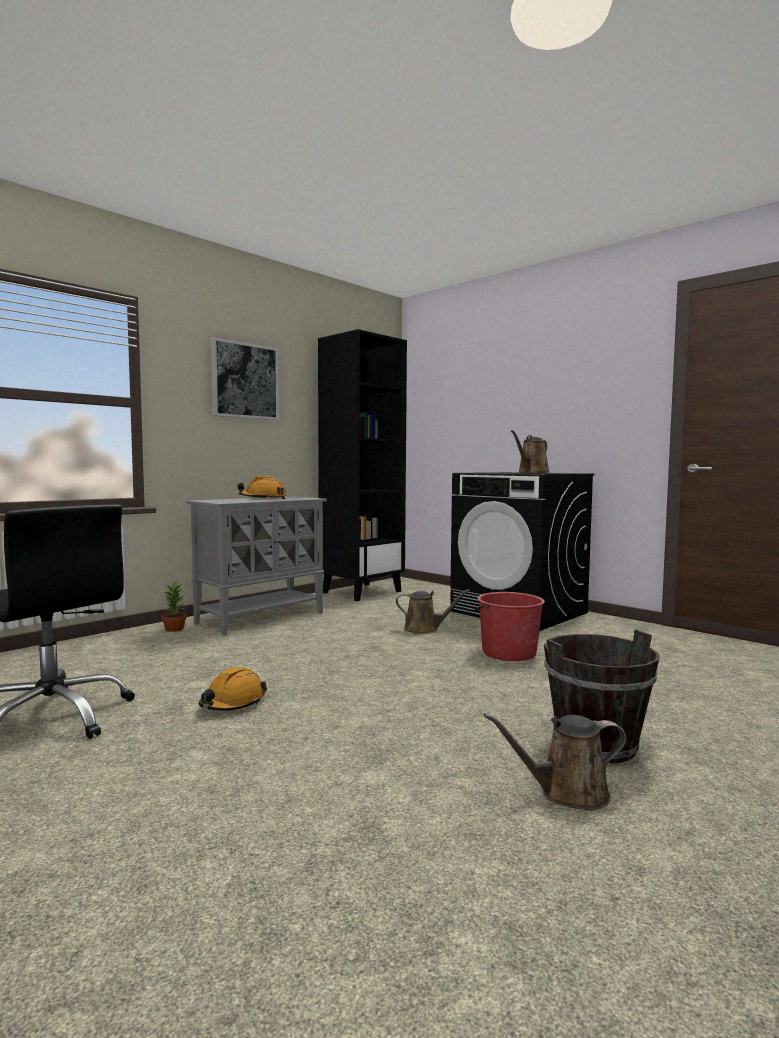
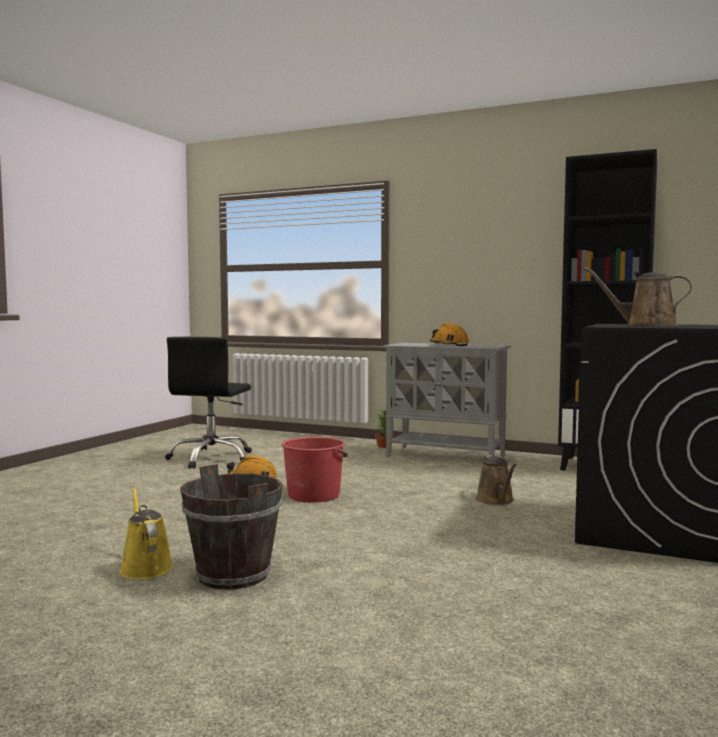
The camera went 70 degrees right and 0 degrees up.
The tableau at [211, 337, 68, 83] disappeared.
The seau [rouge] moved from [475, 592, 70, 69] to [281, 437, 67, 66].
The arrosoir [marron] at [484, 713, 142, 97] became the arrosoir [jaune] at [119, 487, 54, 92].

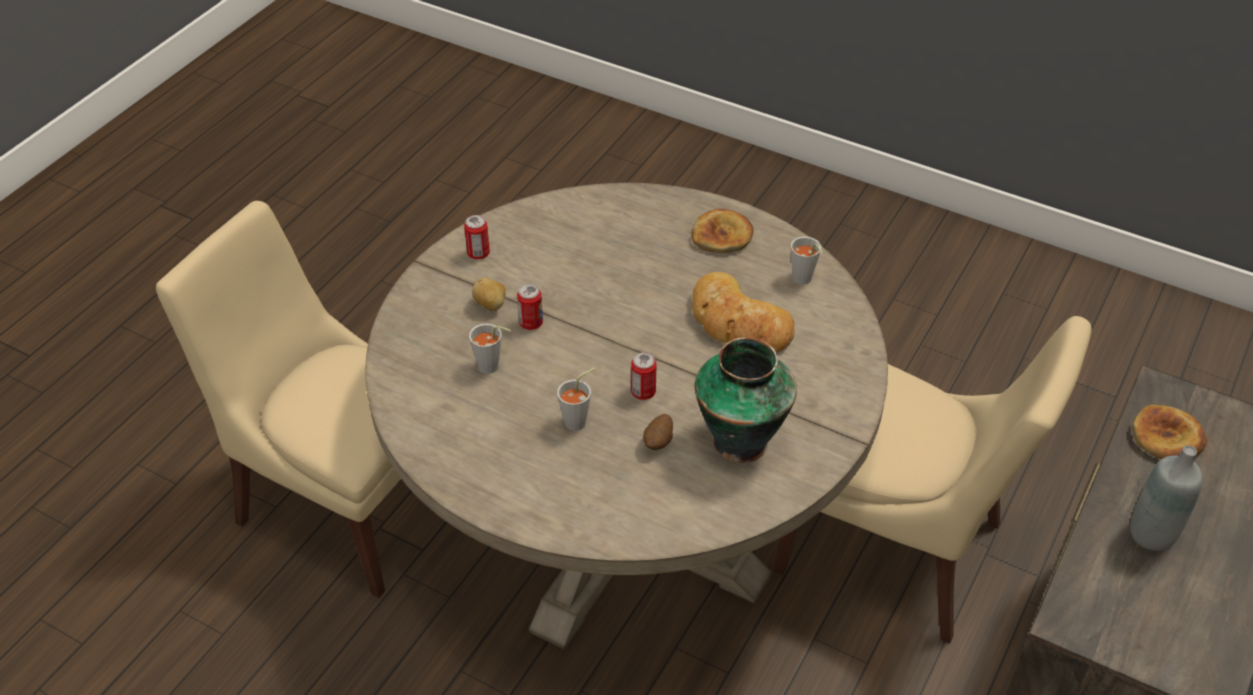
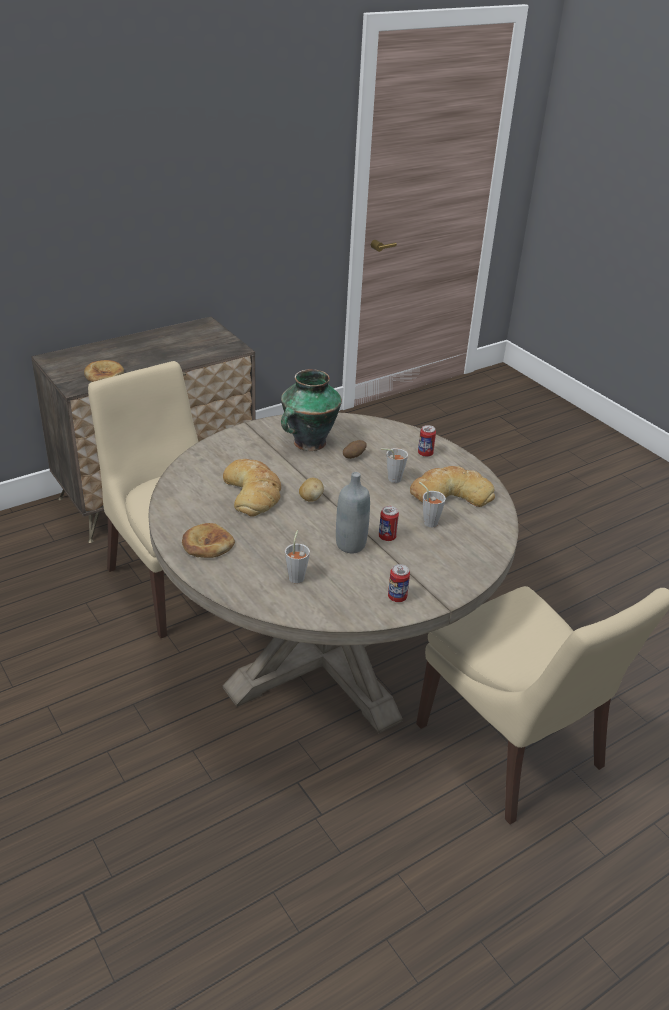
The camera went 155 degrees left and 10 degrees down.
The pomme de terre moved from [472, 278, 34, 33] to [299, 478, 25, 24].
The boîte métallique moved from [631, 352, 26, 48] to [418, 425, 18, 32].
The tasse [gris] moved from [791, 236, 32, 49] to [285, 530, 25, 54].
The bouteille [gris] moved from [1131, 445, 72, 106] to [336, 472, 34, 82].
The pain at [410, 466, 85, 41] appeared.

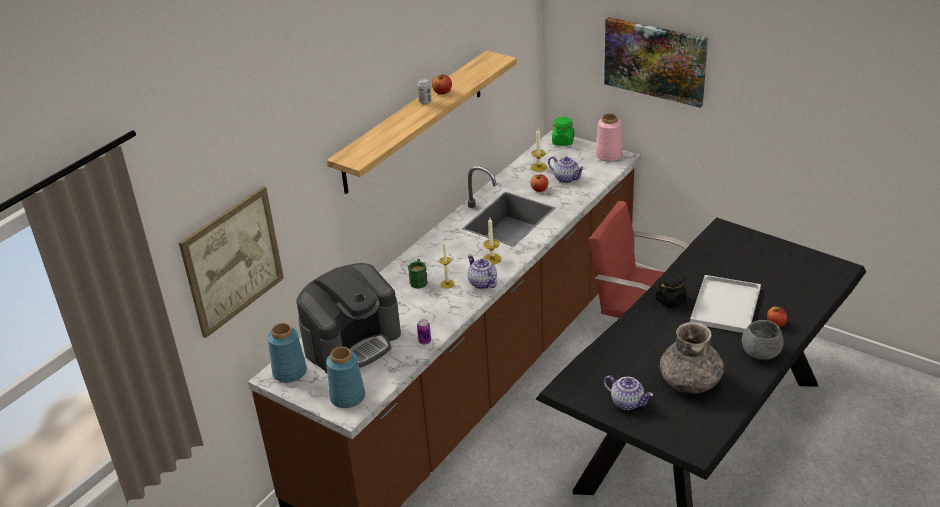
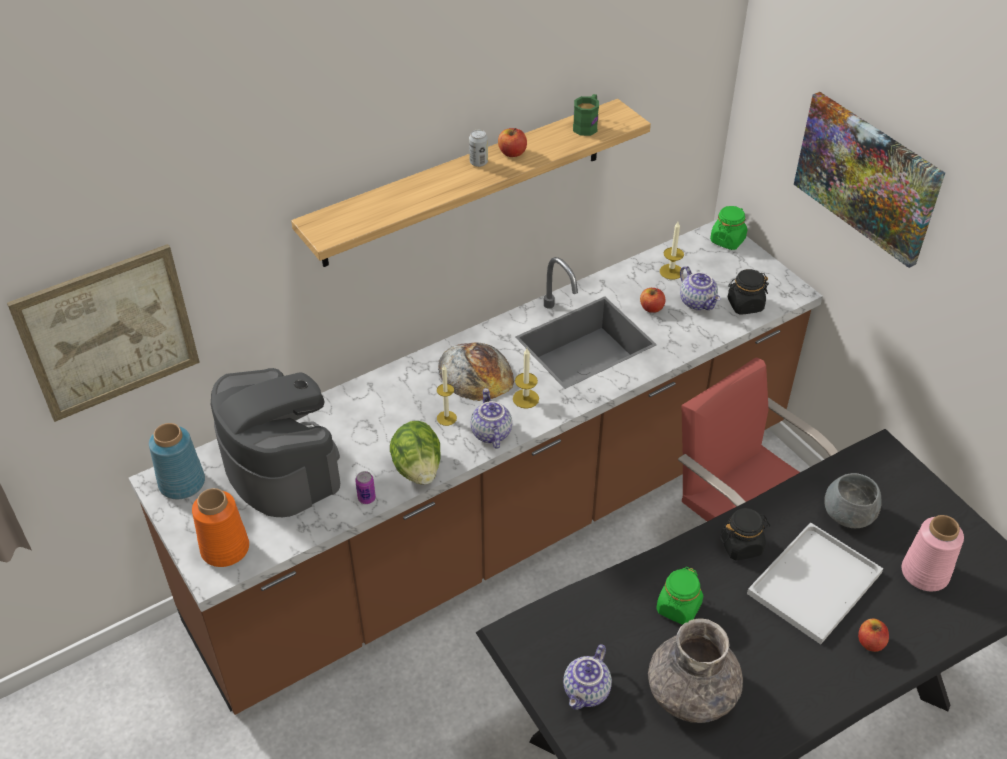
The camera went 20 degrees right and 10 degrees up.
The machine à café at [297, 263, 104, 110] turned 105 degrees counterclockwise.
The vase [bleu] at [326, 347, 39, 61] became the vase [orange] at [192, 488, 57, 79].
The mug [vert] moved from [408, 259, 20, 30] to [573, 94, 26, 42].
The vase [rose] moved from [596, 113, 27, 49] to [902, 515, 62, 76].
The théière at [603, 376, 50, 34] turned 60 degrees clockwise.
The bol [gris] moved from [742, 320, 42, 40] to [824, 473, 58, 55].
The laitue at [390, 421, 51, 64] appeared.
The pain at [438, 342, 76, 59] appeared.
The bocal [vert] at [656, 567, 47, 58] appeared.
The bocal [noir] at [727, 269, 42, 46] appeared.

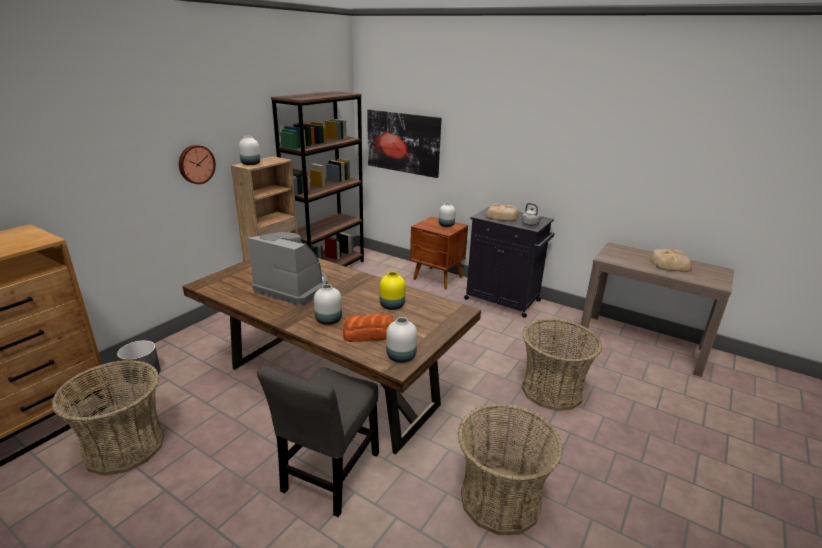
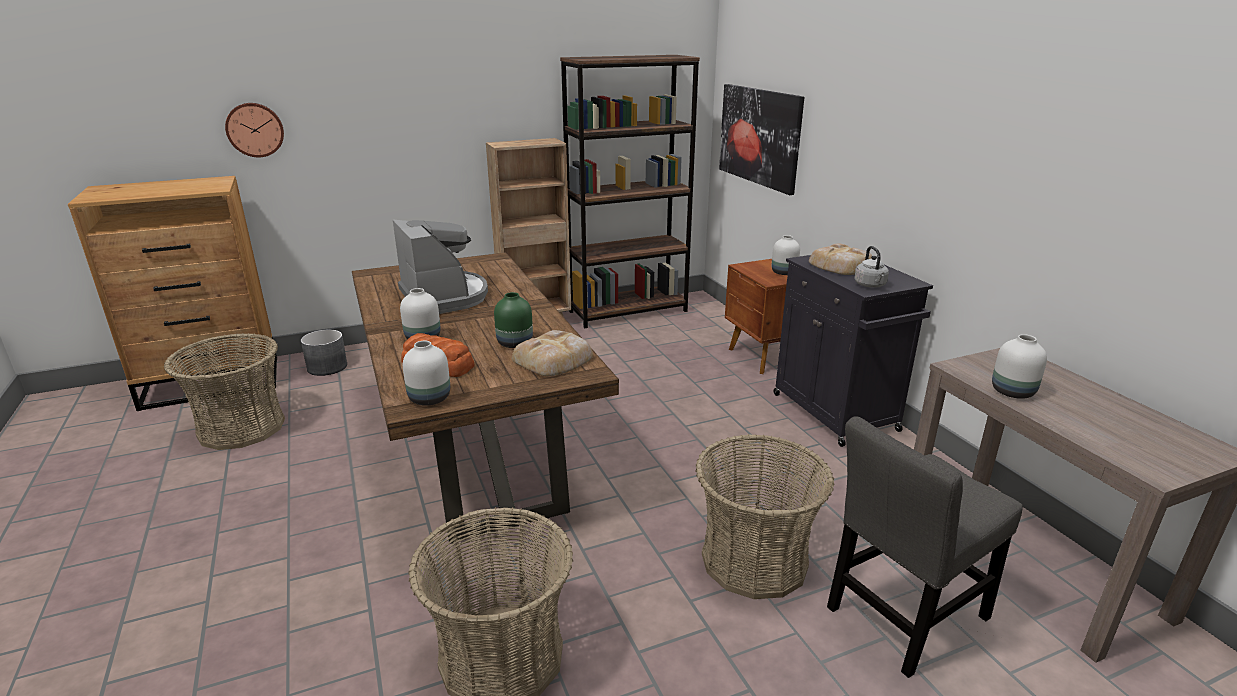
The camera went 35 degrees right and 0 degrees up.
The horloge murale moved from [179, 145, 37, 39] to [225, 103, 59, 54].
The vase [blanc] moved from [239, 136, 21, 29] to [992, 334, 55, 65].
The chaise [gris] moved from [257, 366, 122, 151] to [827, 416, 196, 262].
The vase [jaune] at [380, 272, 25, 38] became the vase [vert] at [494, 292, 39, 56].
The pain moved from [650, 249, 42, 23] to [512, 330, 81, 46].

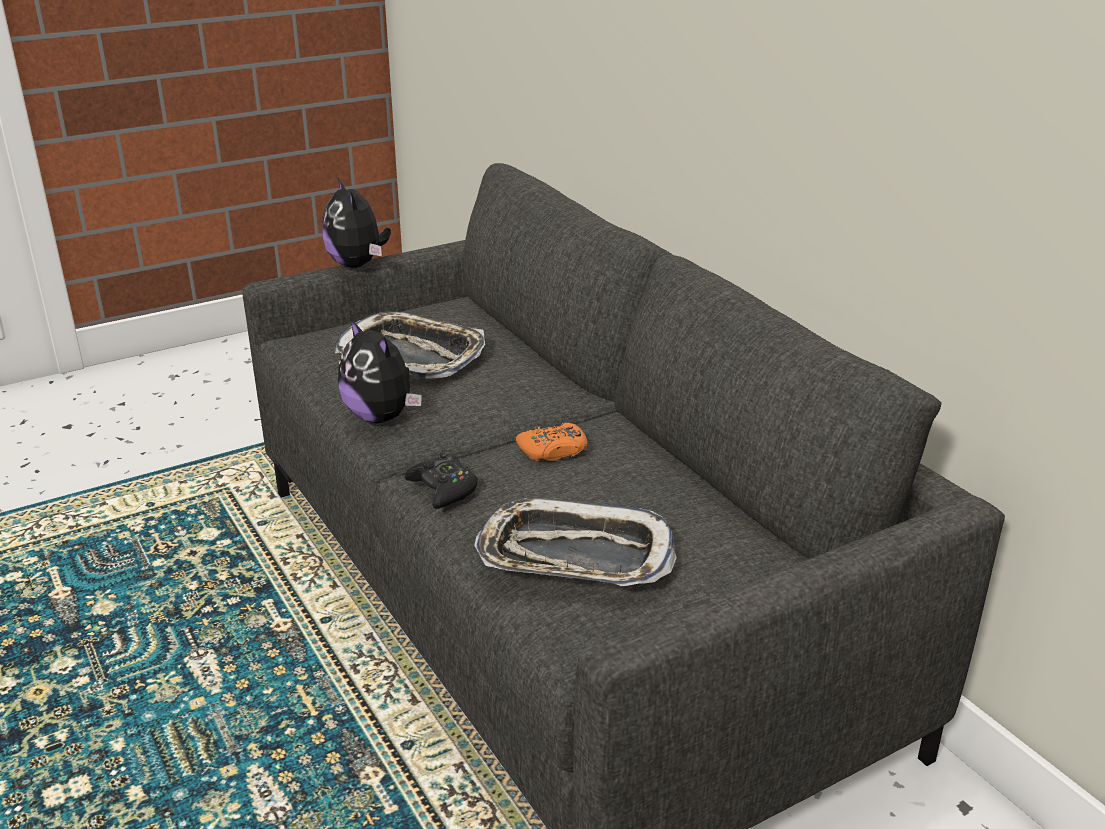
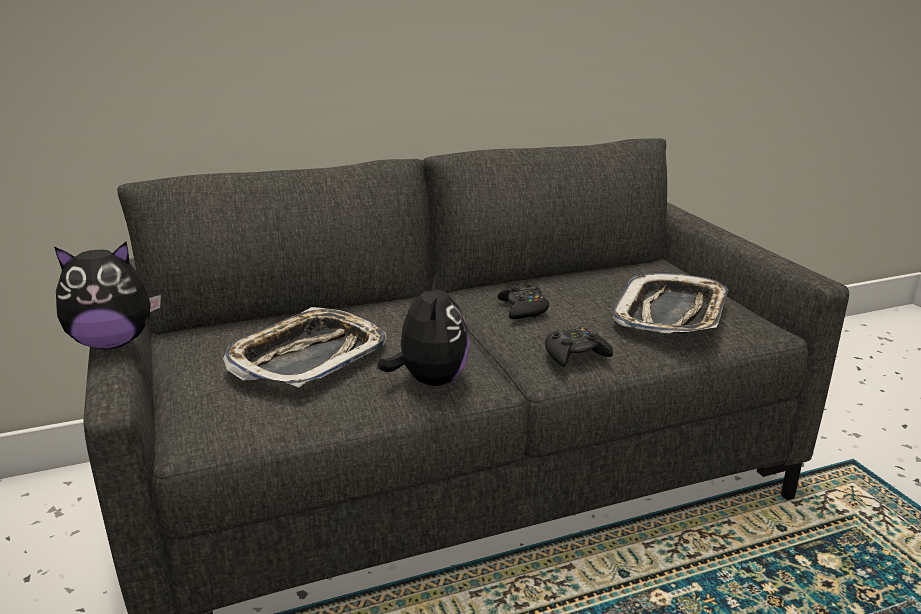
The camera went 80 degrees left and 5 degrees down.
The peluche at [338, 318, 84, 105] turned 60 degrees counterclockwise.
The manette [orange] at [516, 423, 72, 38] became the manette [noir] at [497, 282, 52, 37].

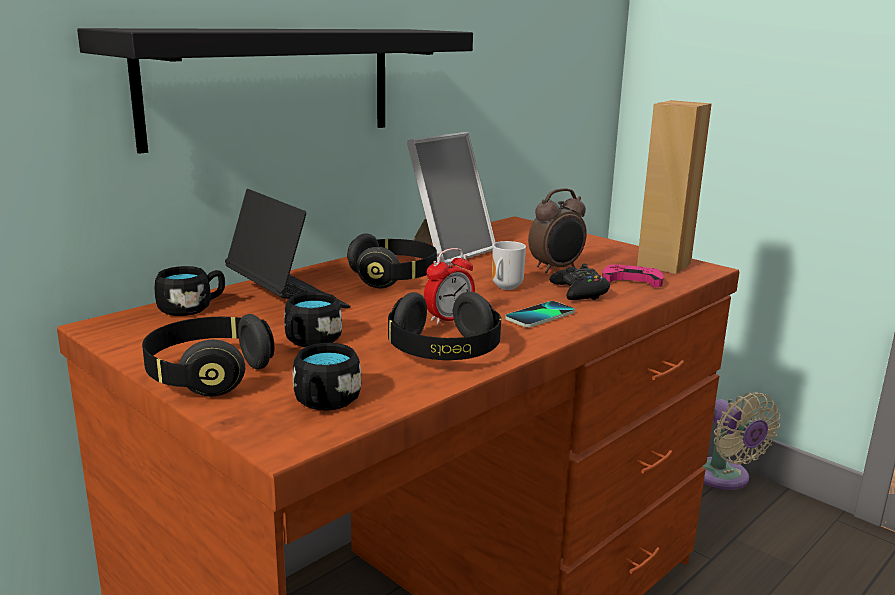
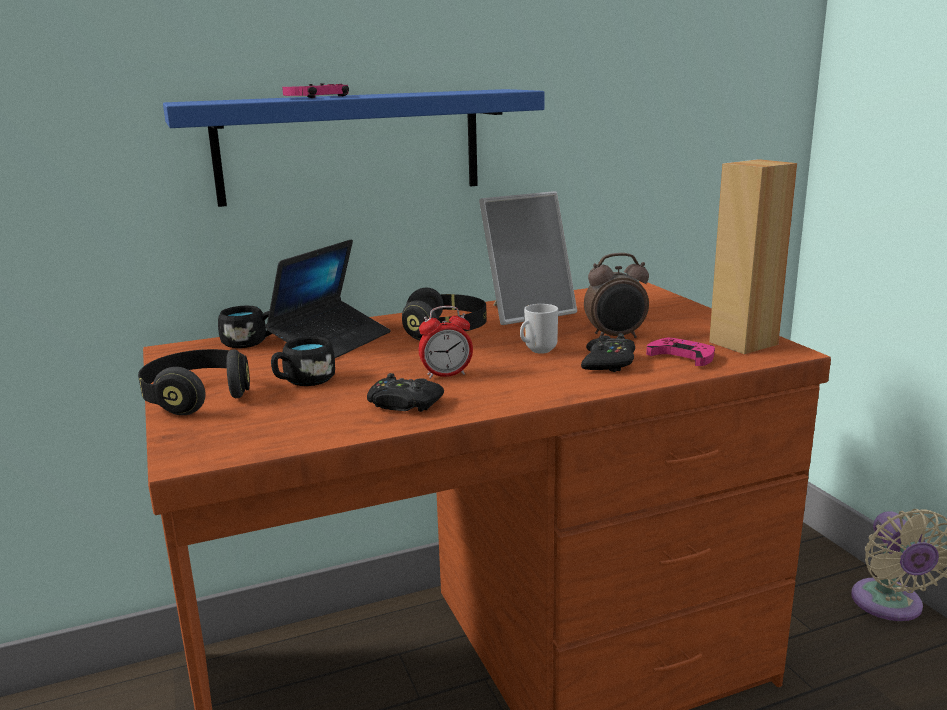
The camera went 25 degrees right and 0 degrees up.
The étagère [noir] at [77, 28, 396, 126] became the étagère [bleu] at [163, 89, 381, 118].
The ordinateur portable at [225, 189, 125, 119] turned 45 degrees clockwise.
The mug [noir] at [293, 343, 68, 68] disappeared.
The casque audio [noir] at [388, 292, 113, 68] was replaced by the manette [noir] at [367, 373, 77, 39].
The téléphone at [505, 301, 70, 26] disappeared.
The manette [rose] at [282, 83, 67, 15] appeared.

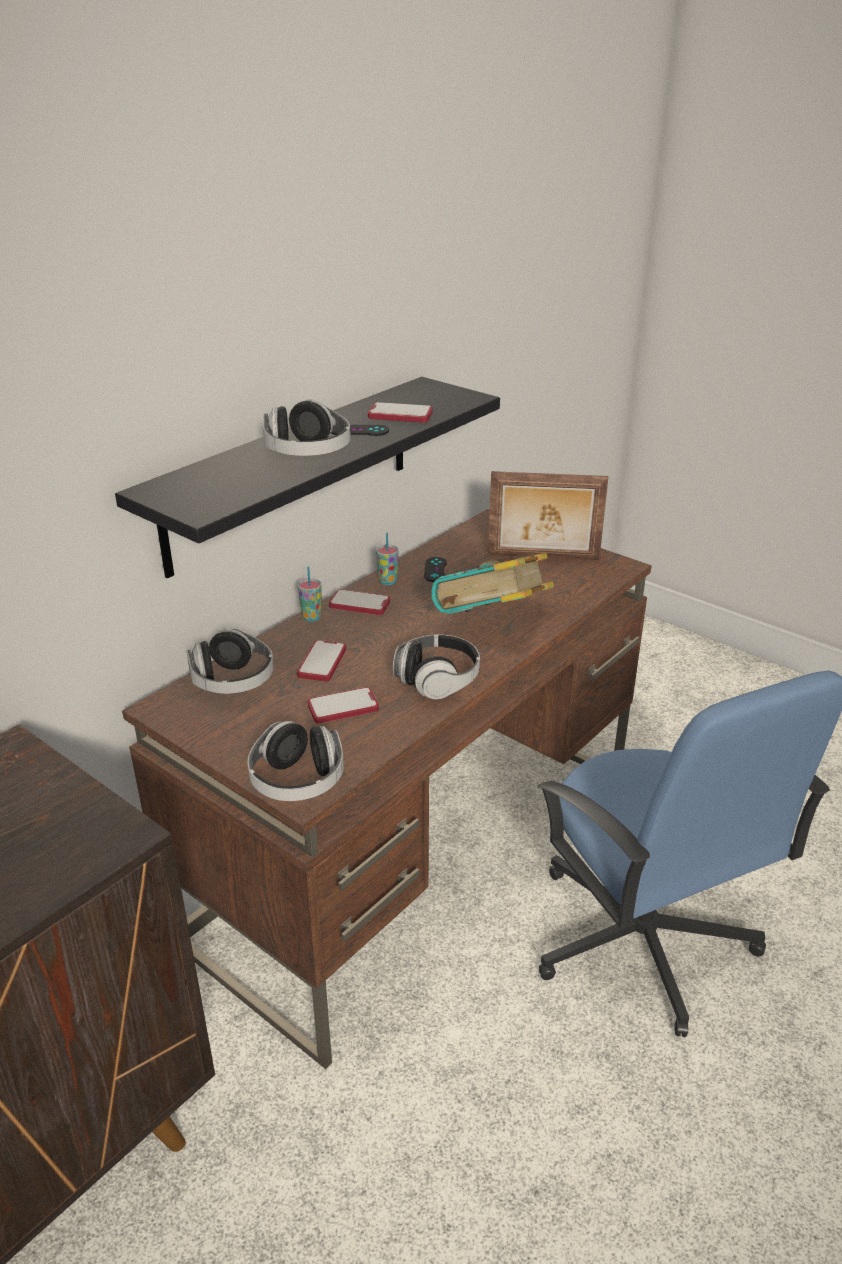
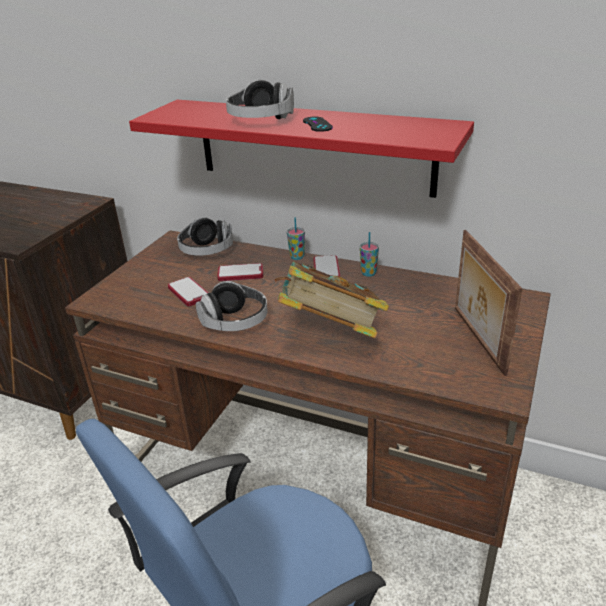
The camera went 75 degrees right and 0 degrees up.
The étagère [noir] at [115, 377, 385, 201] became the étagère [rouge] at [129, 100, 345, 98].
The casque audio at [248, 721, 96, 80] disappeared.
The téléphone at [368, 402, 65, 21] disappeared.
The manette [noir] at [424, 557, 23, 25] disappeared.

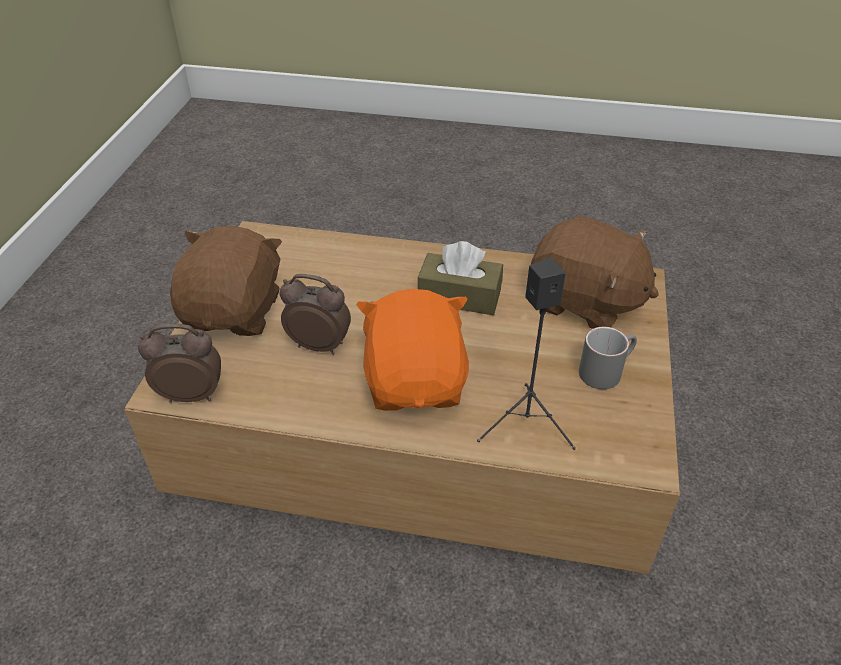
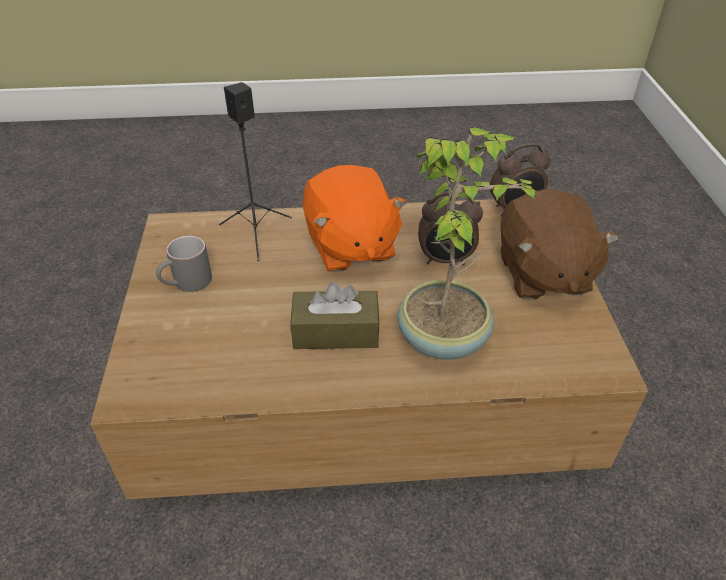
The camera went 165 degrees right and 0 degrees up.
The peluche [marron] at [531, 216, 128, 113] disappeared.
The plante en pot at [397, 127, 145, 233] appeared.

